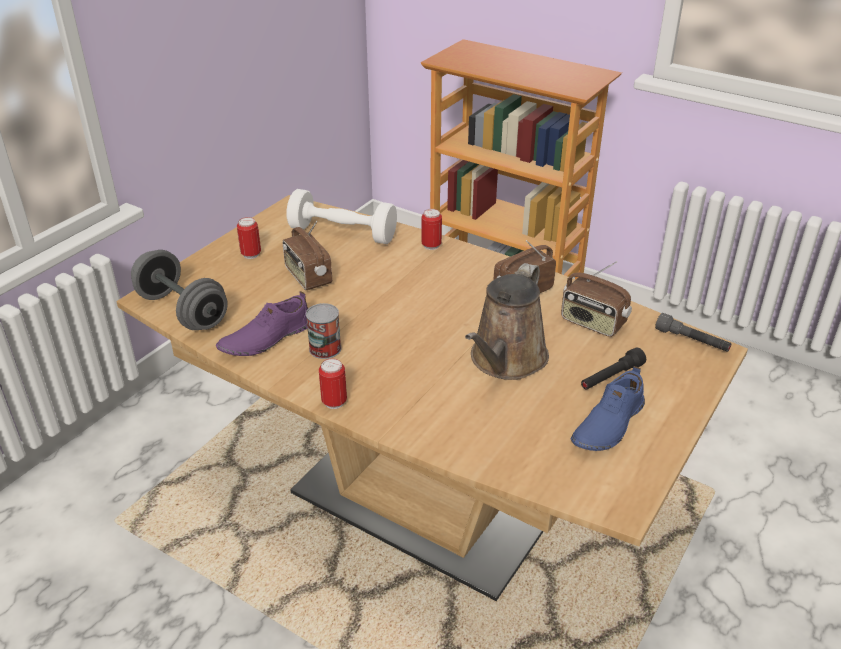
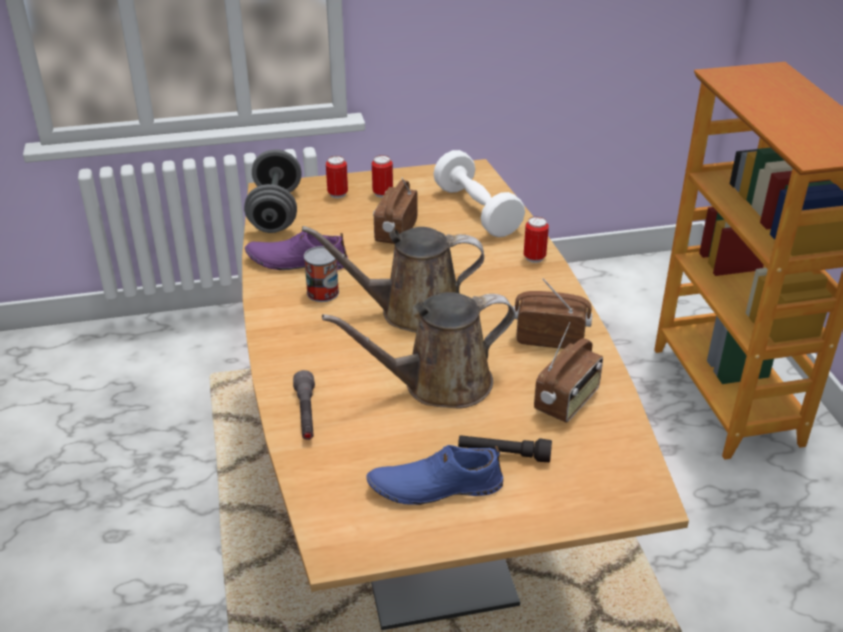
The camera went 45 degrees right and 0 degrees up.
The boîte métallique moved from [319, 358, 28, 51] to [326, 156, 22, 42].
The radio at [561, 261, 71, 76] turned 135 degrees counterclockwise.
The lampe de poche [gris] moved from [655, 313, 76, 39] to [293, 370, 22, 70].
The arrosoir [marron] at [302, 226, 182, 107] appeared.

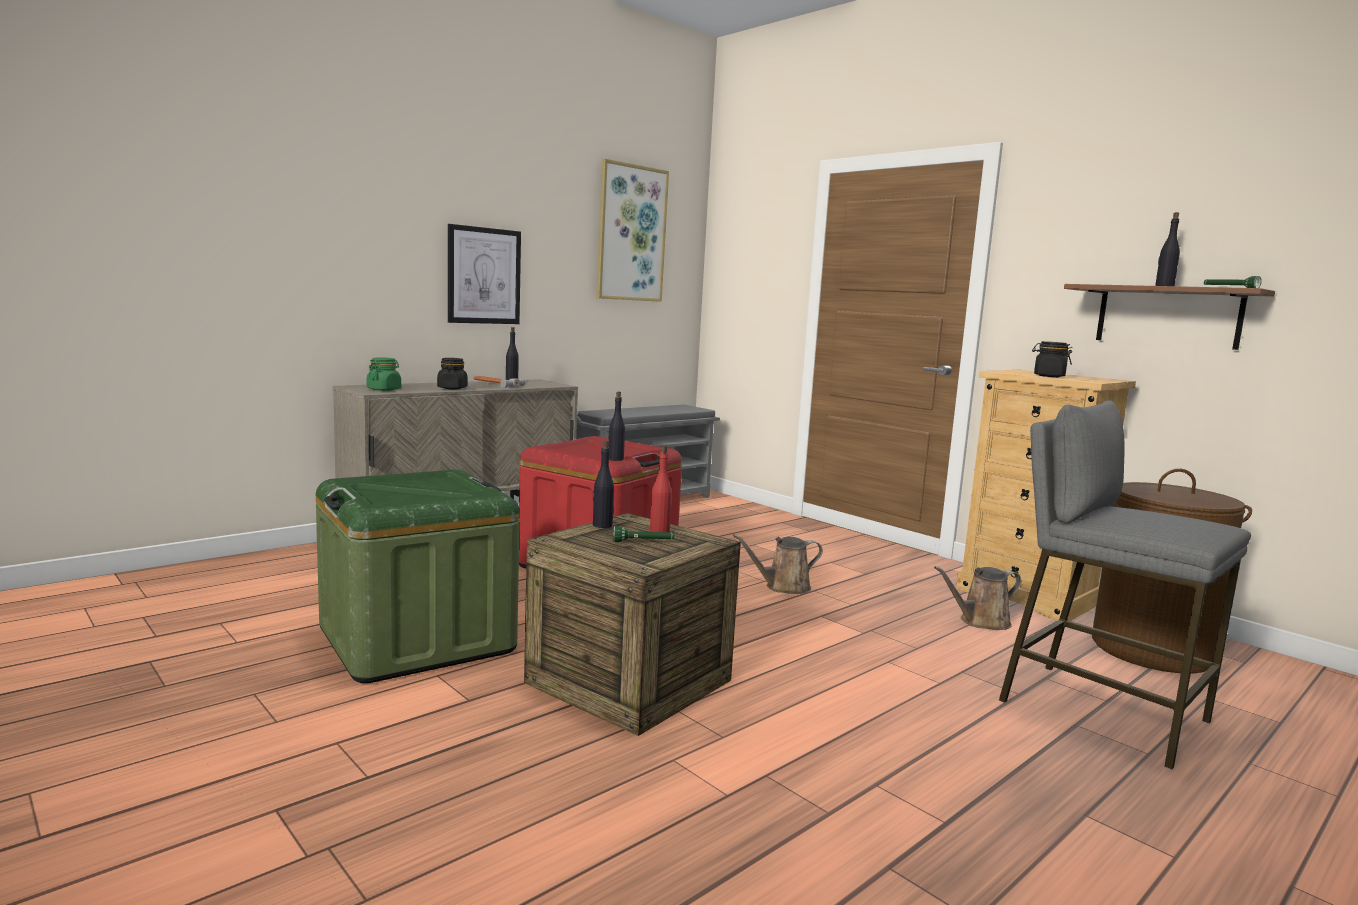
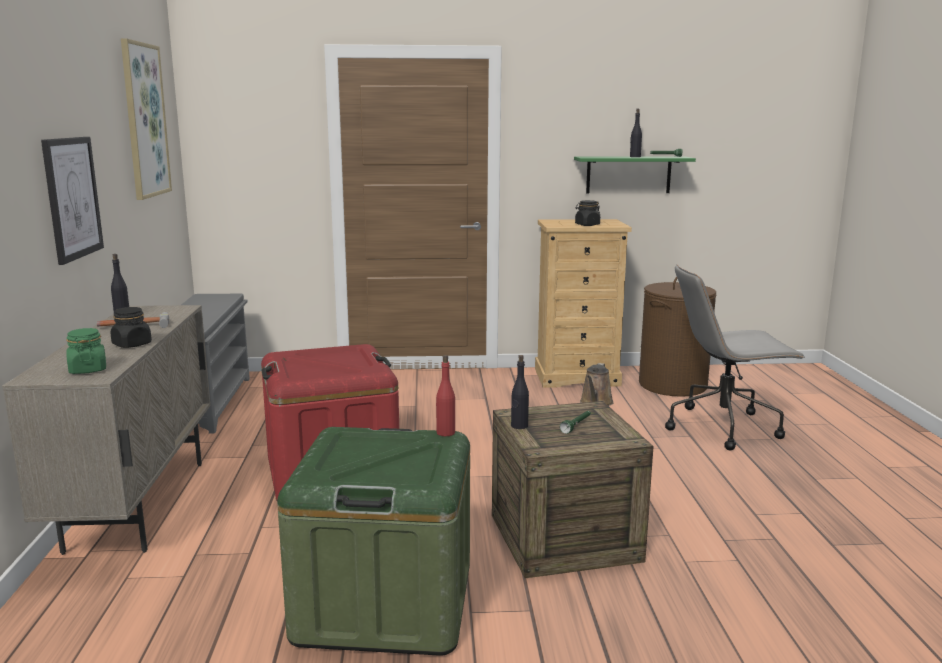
The camera went 50 degrees left and 5 degrees up.
The bouteille [noir] at [608, 392, 17, 69] disappeared.
The bouteille [rouge] moved from [650, 446, 22, 86] to [436, 355, 19, 81].
The arrosoir [marron] at [733, 534, 90, 60] disappeared.
The tabouret [gris] at [999, 400, 252, 369] was replaced by the chaise de bureau [gris] at [665, 265, 140, 186].
The étagère [marron] at [1064, 284, 211, 66] became the étagère [vert] at [574, 156, 122, 38].

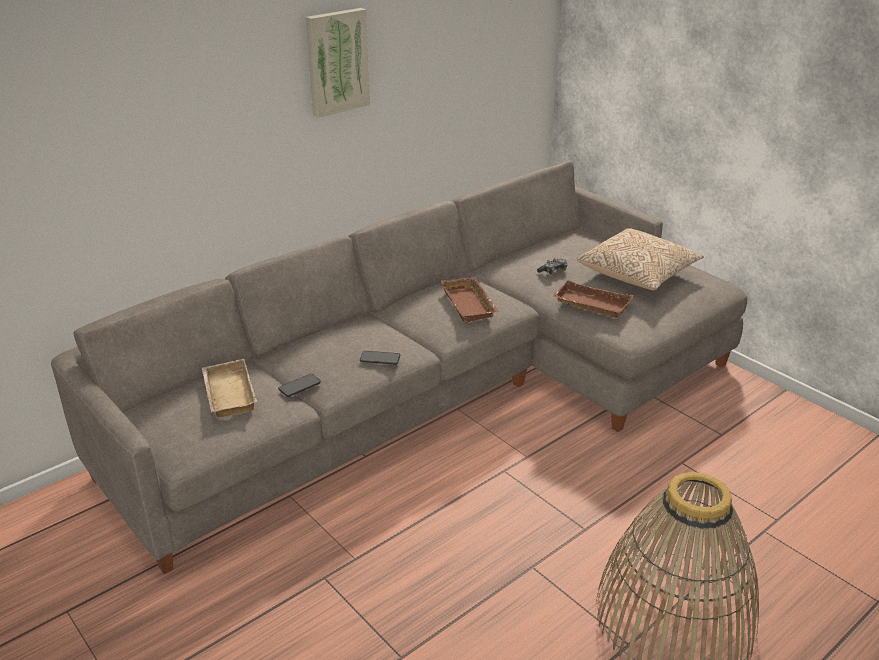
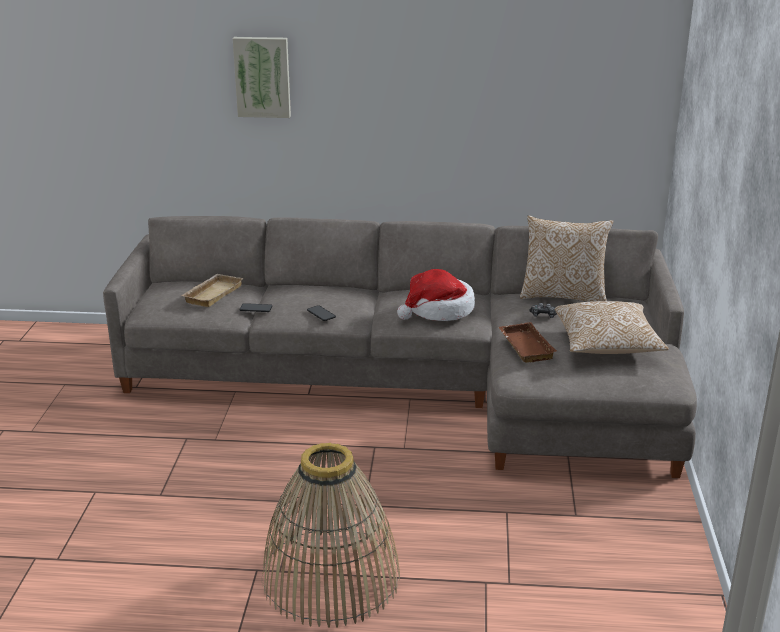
The camera went 45 degrees right and 5 degrees down.
The tableau moved from [306, 8, 64, 110] to [233, 37, 58, 81].
The plateau [marron] at [441, 277, 58, 46] was replaced by the chapeau at [397, 269, 78, 52].
The coussin at [520, 215, 94, 87] appeared.

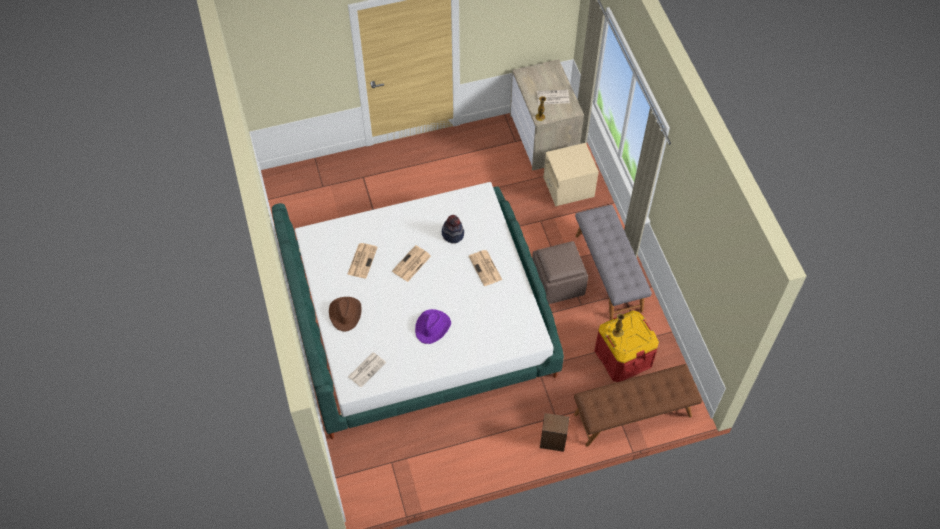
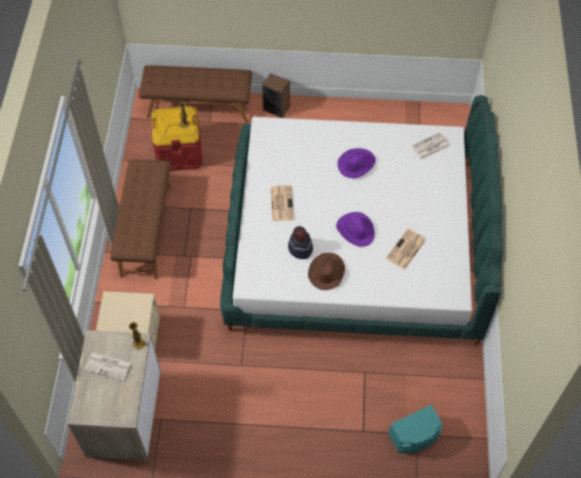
The camera went 160 degrees left and 0 degrees up.
The chapeau [marron] moved from [329, 297, 33, 35] to [308, 253, 37, 37].
The journal at [392, 245, 39, 37] was replaced by the chapeau [violet] at [336, 212, 39, 35].
The pouf [marron] at [532, 241, 56, 63] disappeared.
The banc [gris] at [575, 204, 77, 116] became the banc [marron] at [110, 159, 62, 120].
The enceinte [turquoise] at [388, 405, 55, 49] appeared.

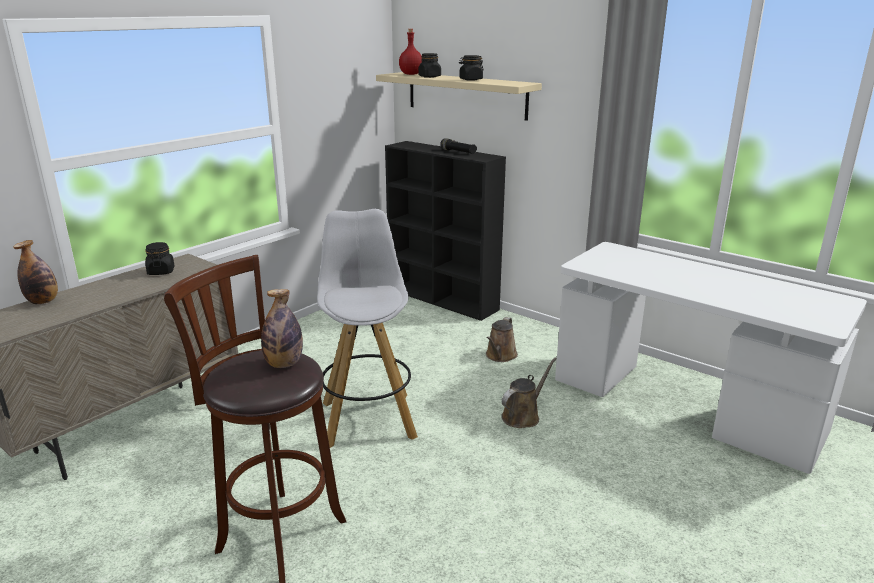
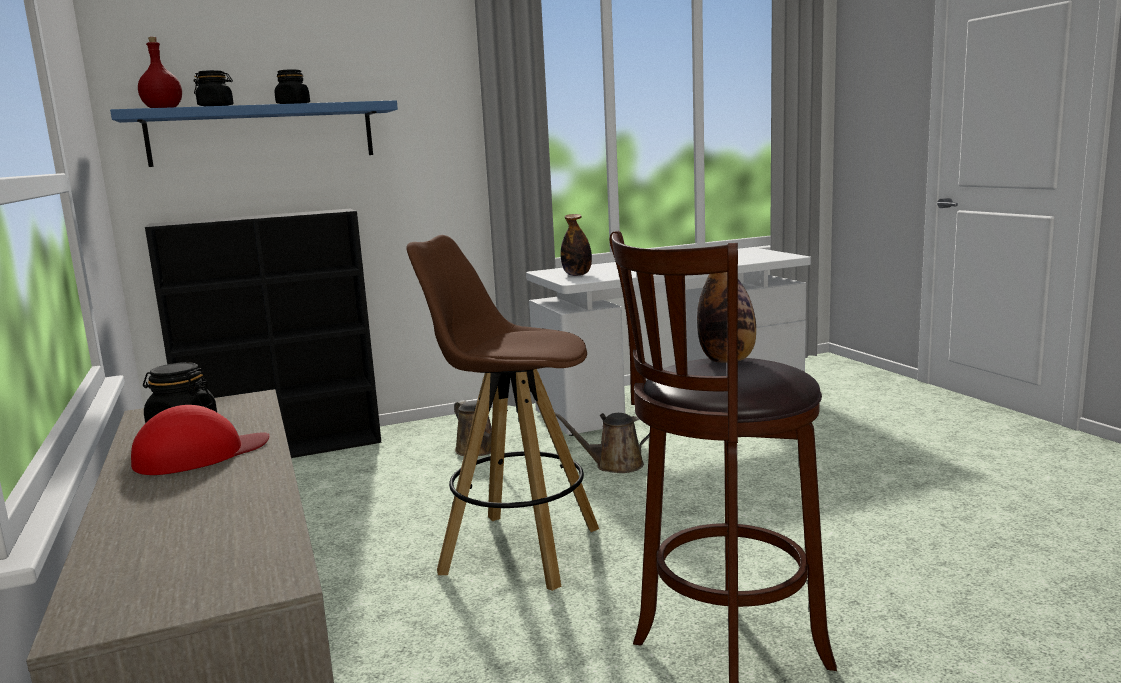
The camera went 60 degrees left and 10 degrees down.
The bouteille moved from [13, 240, 45, 64] to [561, 214, 31, 62].
The tabouret [blanc] at [317, 209, 101, 239] became the tabouret [marron] at [406, 235, 193, 356].
The étagère [beige] at [376, 72, 166, 49] became the étagère [bleu] at [110, 100, 288, 67].
The lampe de poche [noir] at [440, 139, 37, 15] disappeared.
The arrosoir [marron] at [501, 358, 56, 70] turned 75 degrees counterclockwise.
The casquette [rouge] at [131, 405, 138, 70] appeared.

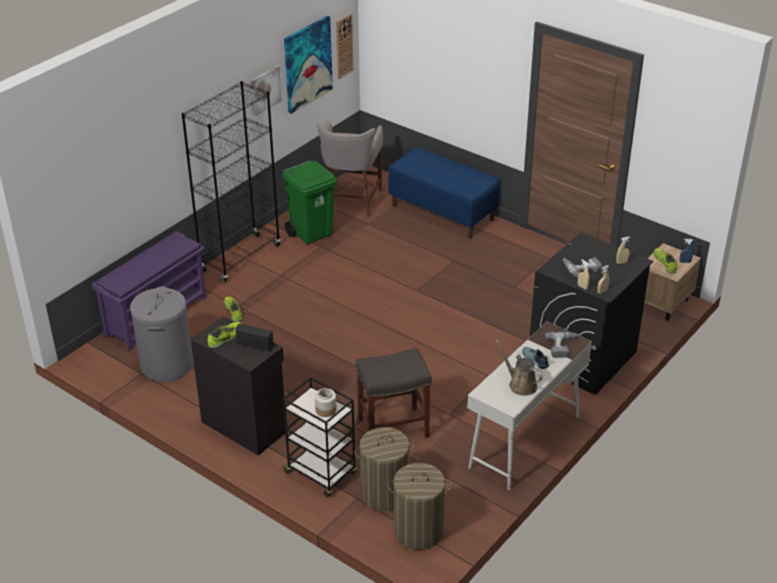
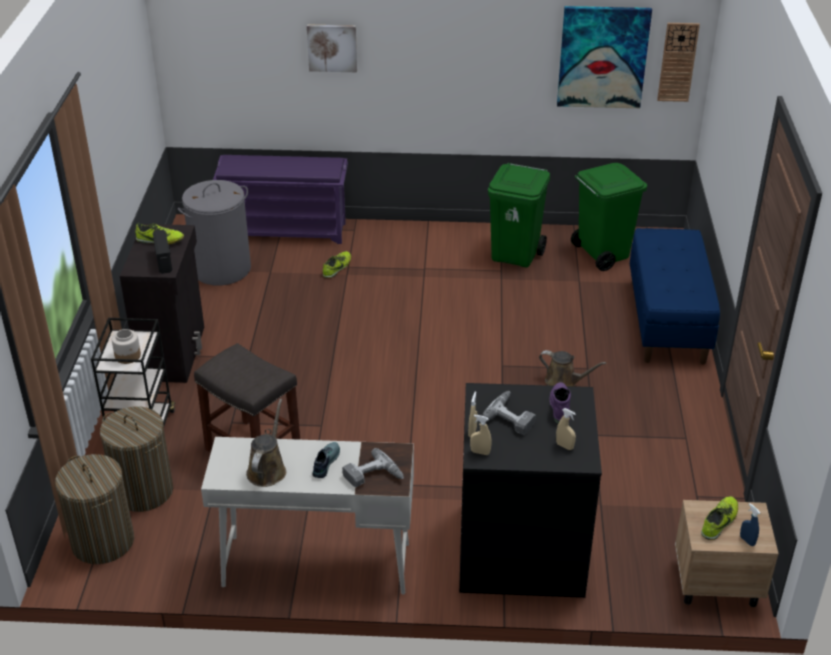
The camera went 55 degrees right and 0 degrees up.
The bibliothèque [noir] at [181, 81, 100, 202] disappeared.
The tableau moved from [251, 66, 31, 50] to [307, 24, 50, 48].
The tabouret [gris] at [317, 121, 66, 96] was replaced by the poubelle [vert] at [571, 163, 76, 108].
The arrosoir [marron] at [539, 350, 68, 36] appeared.
The botte [violet] at [550, 382, 21, 41] appeared.

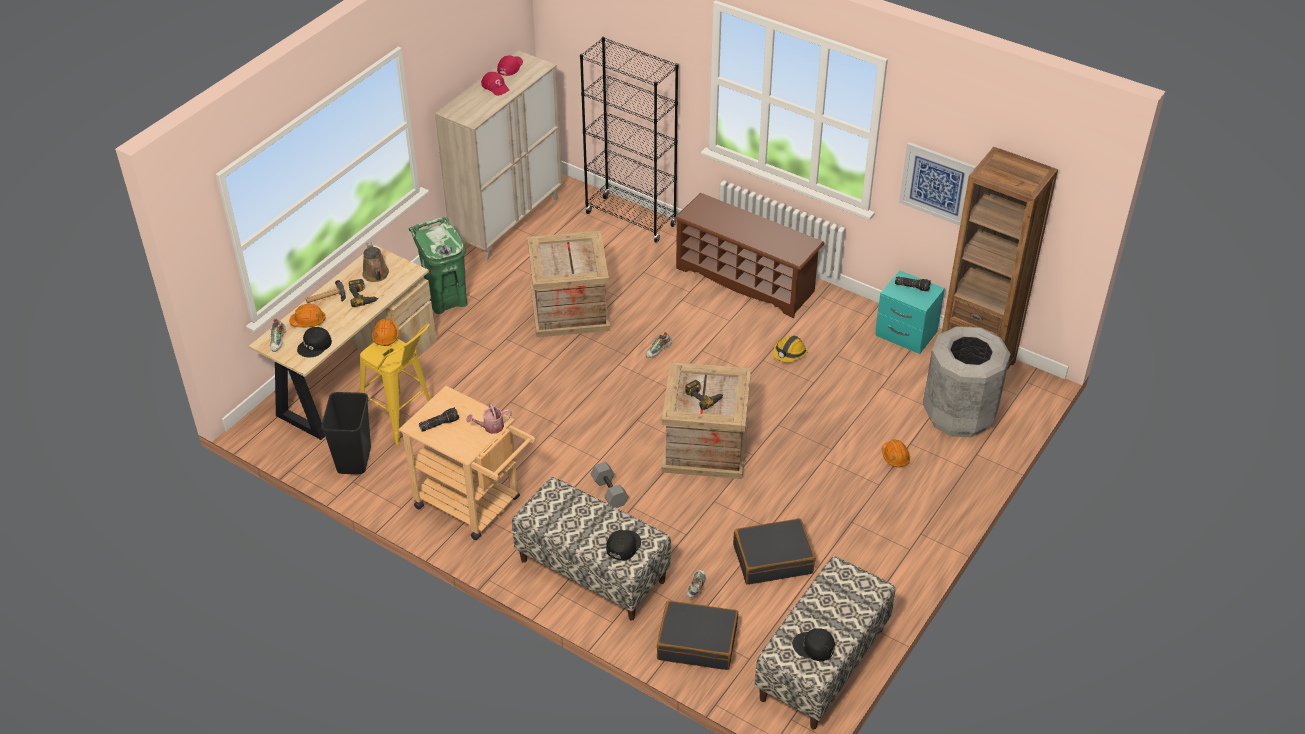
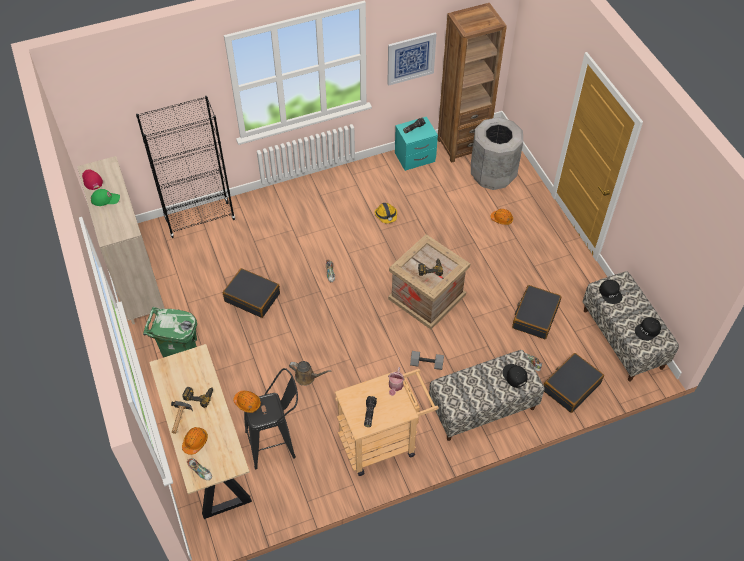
The camera went 55 degrees left and 10 degrees up.
The casquette [noir] moved from [297, 327, 35, 31] to [599, 280, 23, 24].
The poubelle [noir] at [321, 392, 50, 82] disappeared.
The tabouret [jaune] at [360, 323, 70, 122] became the tabouret [noir] at [244, 368, 54, 101].
The arrosoir [marron] moved from [362, 242, 27, 40] to [289, 361, 42, 25].
The casquette [rouge] at [481, 72, 29, 24] became the casquette [vert] at [91, 189, 29, 17].
The caisse at [527, 231, 83, 106] was replaced by the valise [noir] at [223, 268, 57, 50].
The étagère à chaussures [marron] at [674, 193, 151, 125] disappeared.

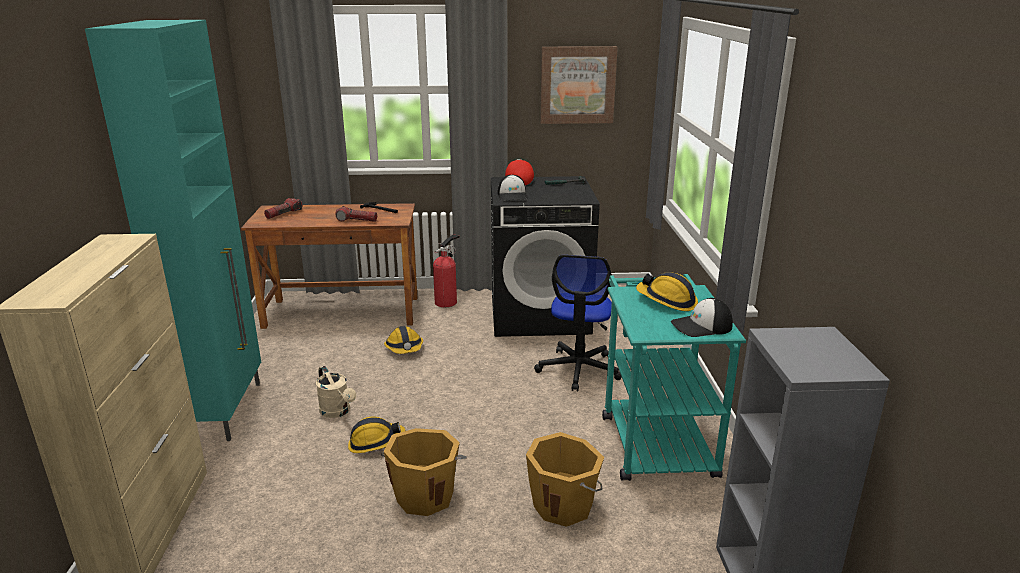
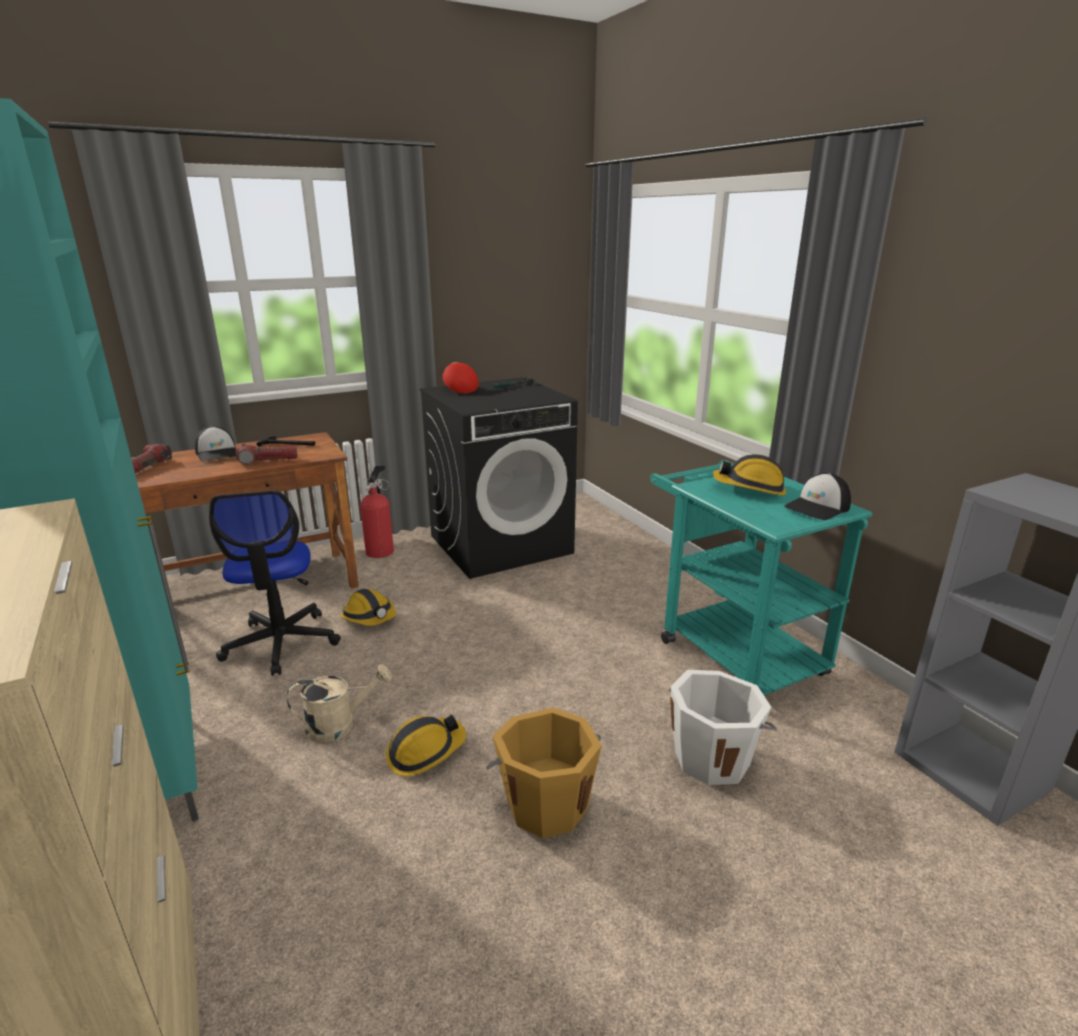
The camera went 25 degrees left and 0 degrees up.
The arrosoir [beige] at [316, 366, 40, 52] turned 45 degrees counterclockwise.
The casquette moved from [497, 175, 31, 26] to [195, 426, 41, 36].
The seau [orange] at [526, 432, 78, 95] became the seau [blanc] at [669, 670, 108, 115].
The chaise de bureau moved from [534, 255, 88, 136] to [209, 491, 132, 185].
The tableau at [540, 46, 78, 78] disappeared.

